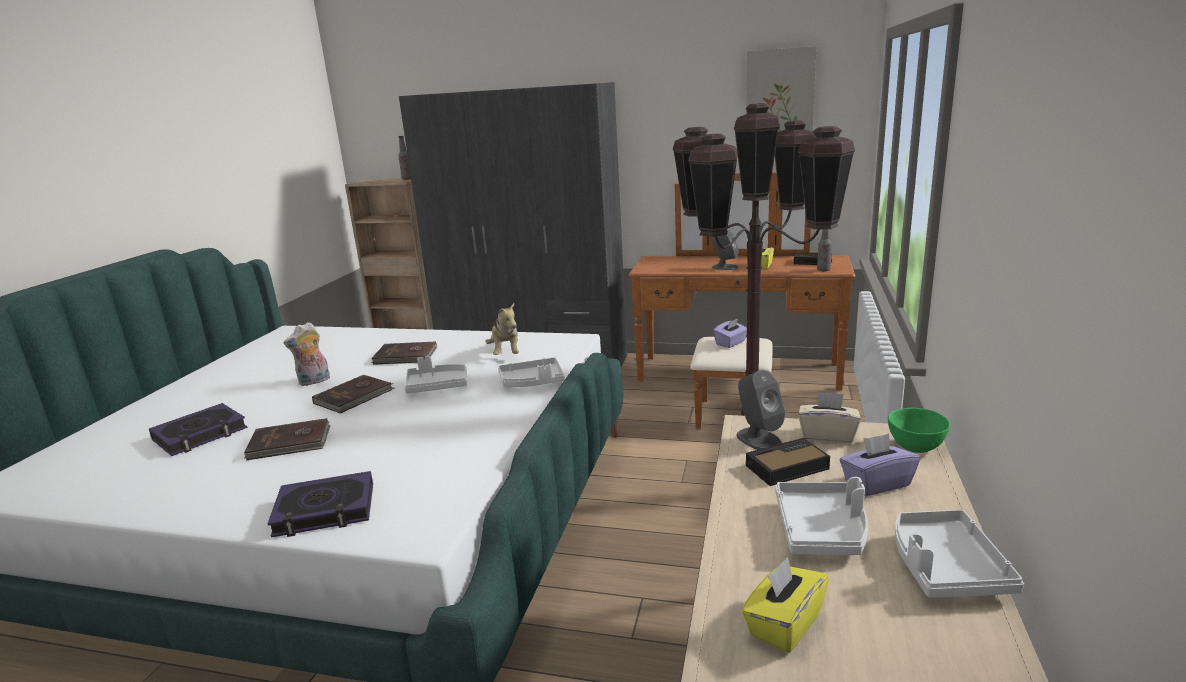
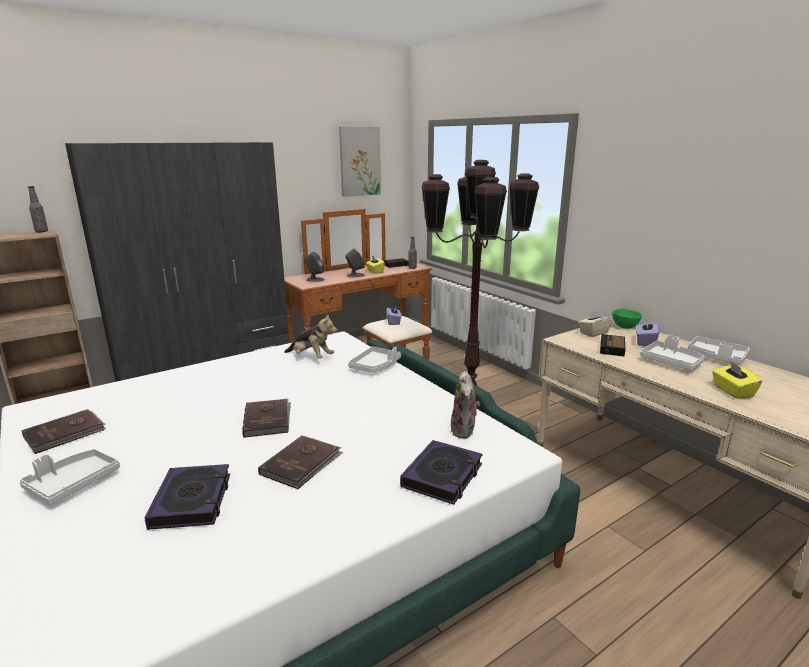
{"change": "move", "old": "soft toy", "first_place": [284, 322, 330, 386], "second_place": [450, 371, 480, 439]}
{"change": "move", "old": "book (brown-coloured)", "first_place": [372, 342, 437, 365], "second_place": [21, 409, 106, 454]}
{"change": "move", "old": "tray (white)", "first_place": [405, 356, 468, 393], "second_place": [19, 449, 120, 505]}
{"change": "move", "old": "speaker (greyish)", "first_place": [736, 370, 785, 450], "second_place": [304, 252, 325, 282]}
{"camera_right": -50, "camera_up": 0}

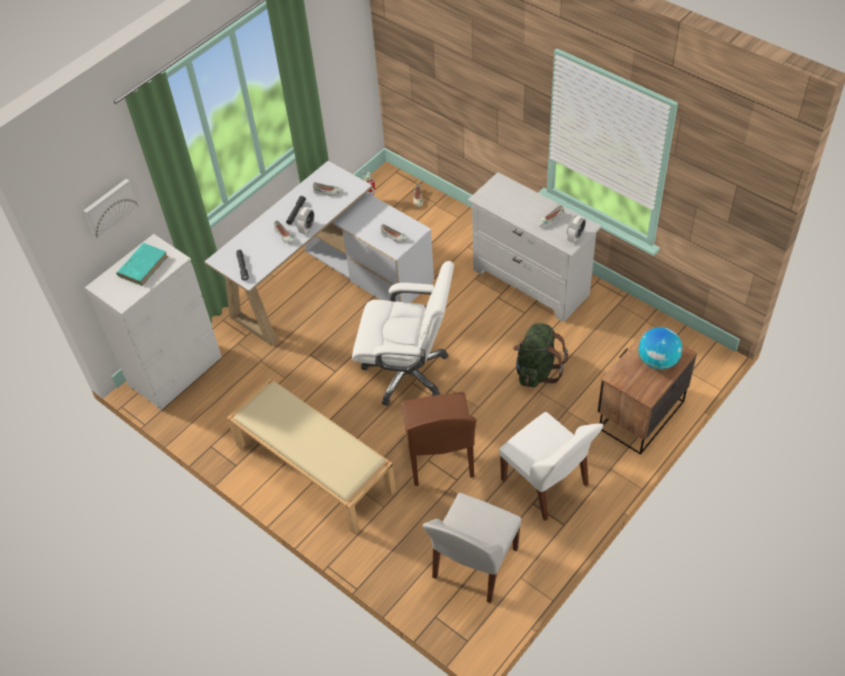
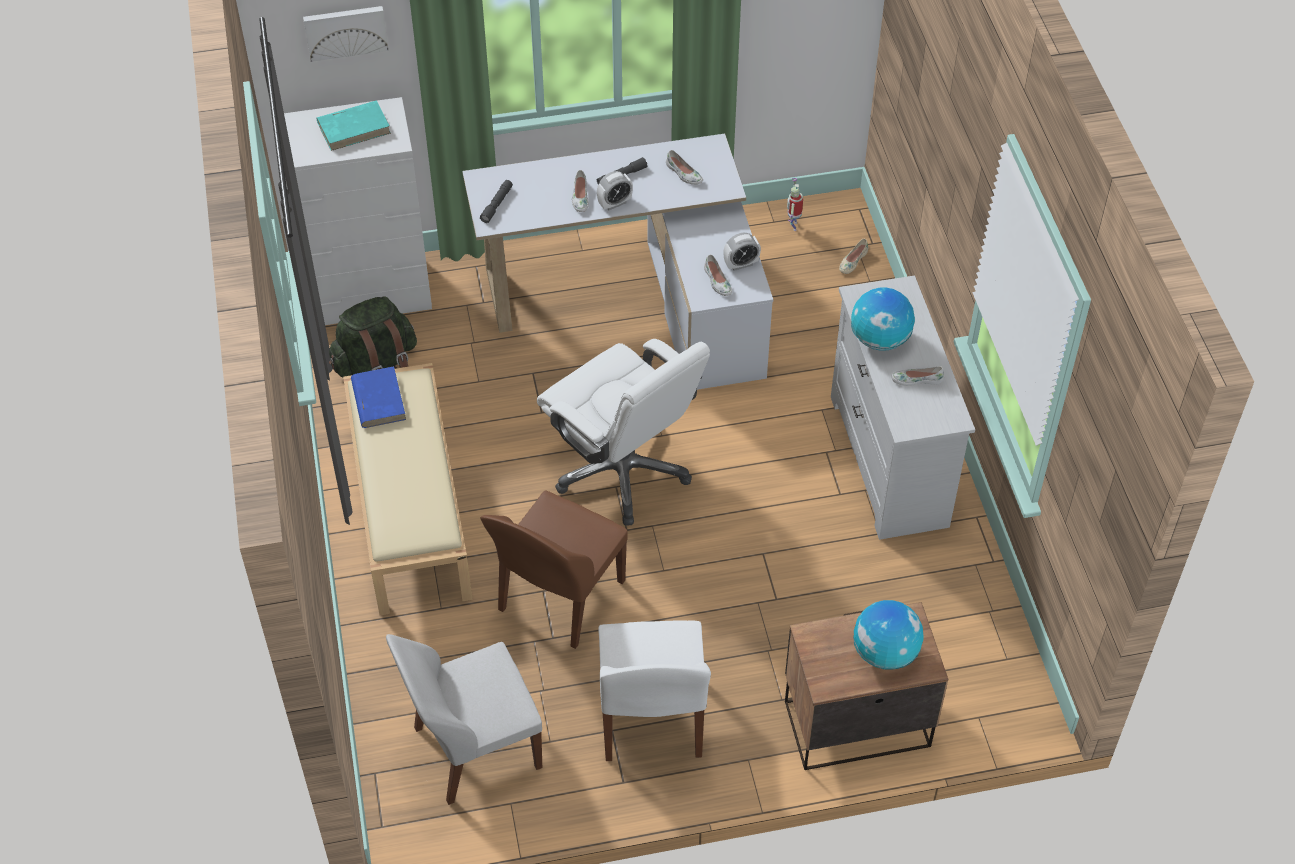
{"change": "insert", "new": "book (blue-coloured)", "second_place": [351, 366, 406, 428]}
{"change": "insert", "new": "desk globe", "second_place": [851, 287, 915, 351]}
{"change": "move", "old": "rucksack (green-coloured)", "first_place": [513, 323, 568, 388], "second_place": [329, 296, 417, 378]}
{"change": "move", "old": "alarm clock", "first_place": [567, 215, 586, 243], "second_place": [723, 233, 761, 271]}
{"camera_right": 35, "camera_up": 0}

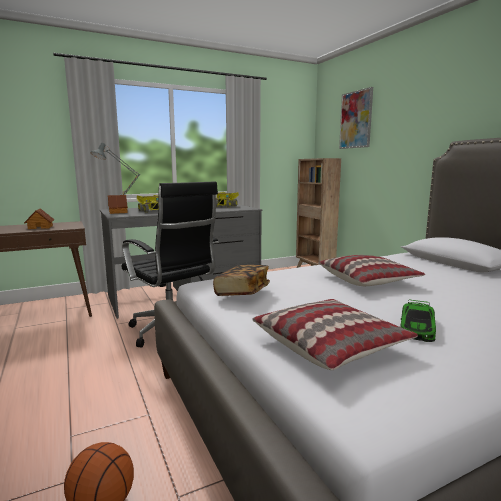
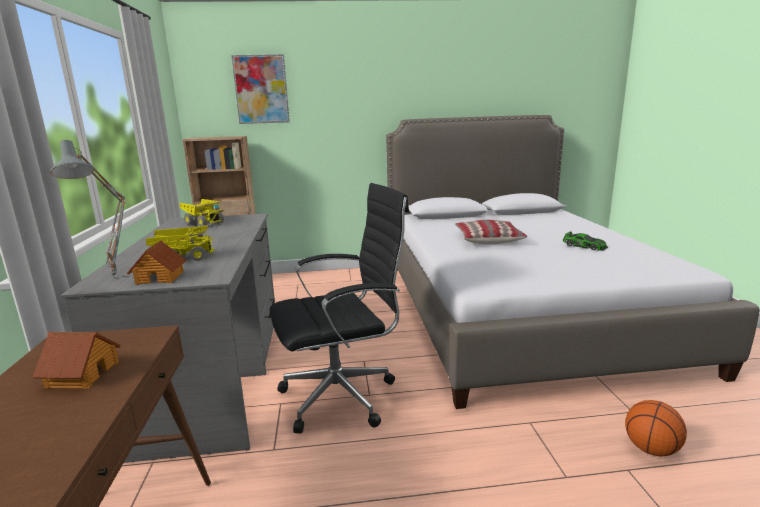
{"change": "delete", "old": "book", "first_place": [213, 265, 270, 296]}
{"change": "delete", "old": "pillow", "first_place": [252, 299, 418, 370]}
{"camera_right": -70, "camera_up": 5}

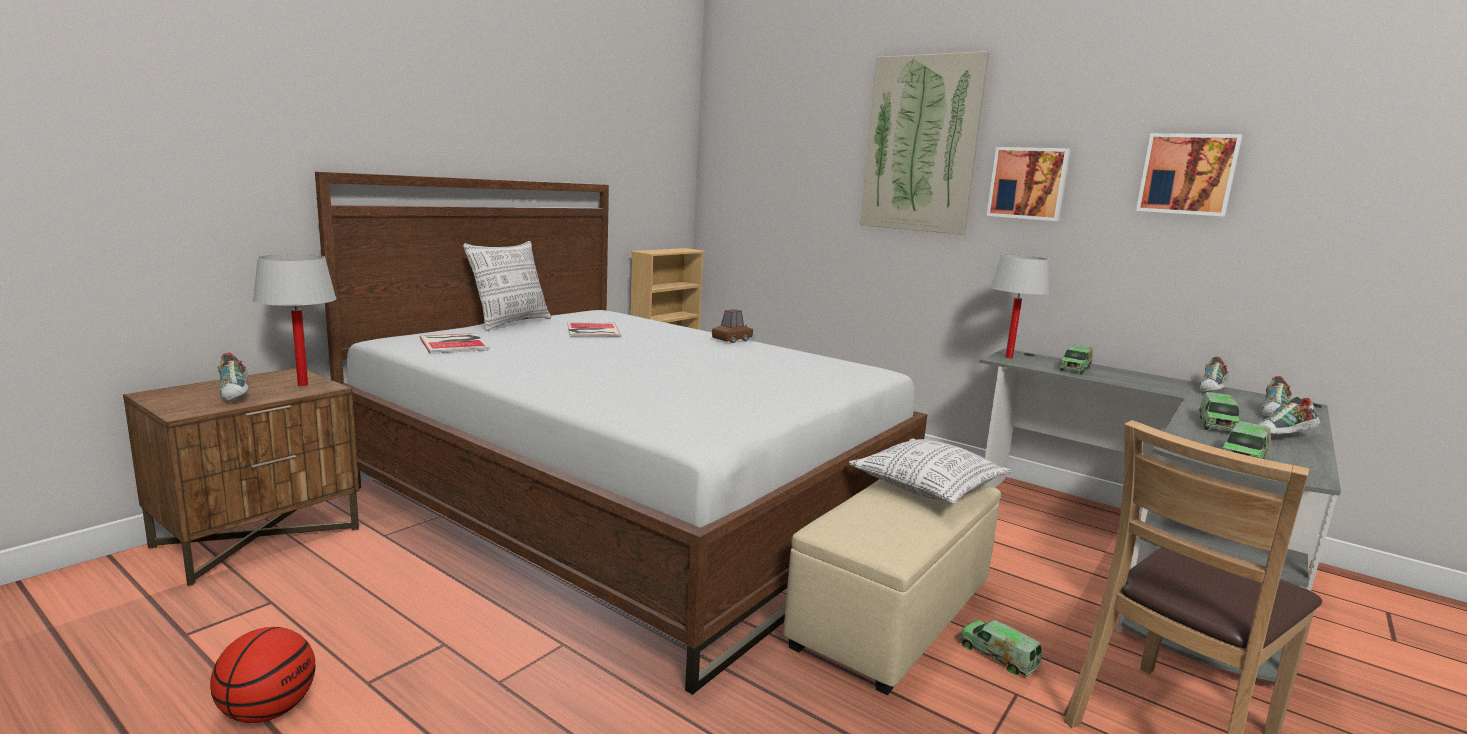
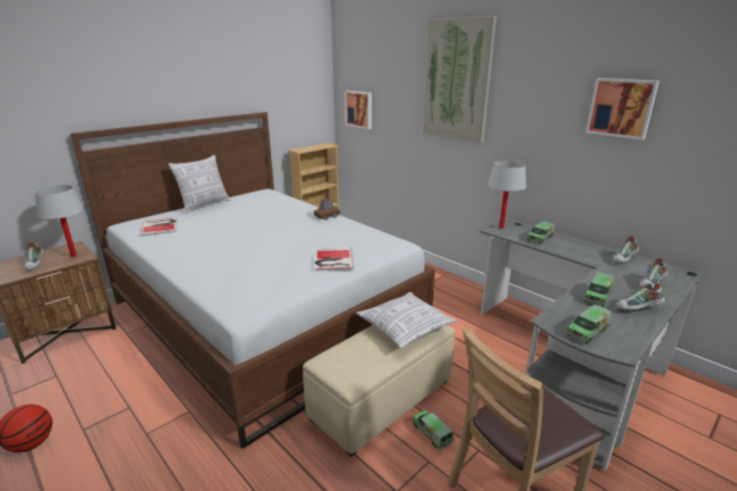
{"change": "move", "old": "book", "first_place": [568, 322, 621, 337], "second_place": [315, 248, 354, 271]}
{"change": "move", "old": "picture", "first_place": [986, 147, 1071, 221], "second_place": [345, 91, 372, 129]}
{"camera_right": 10, "camera_up": 10}

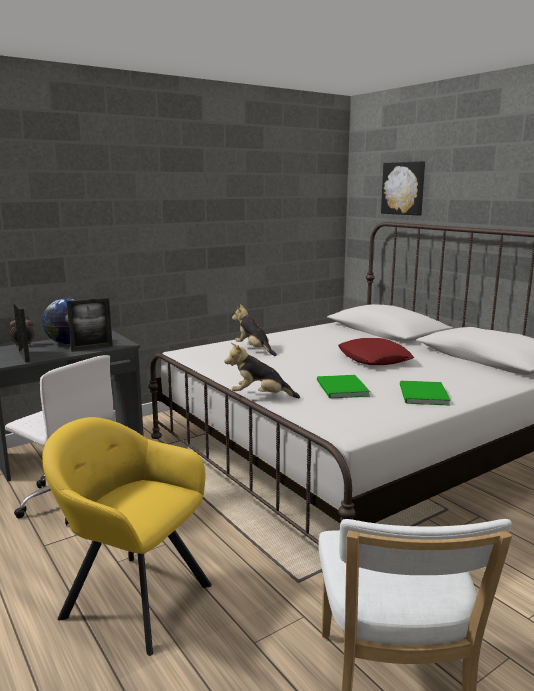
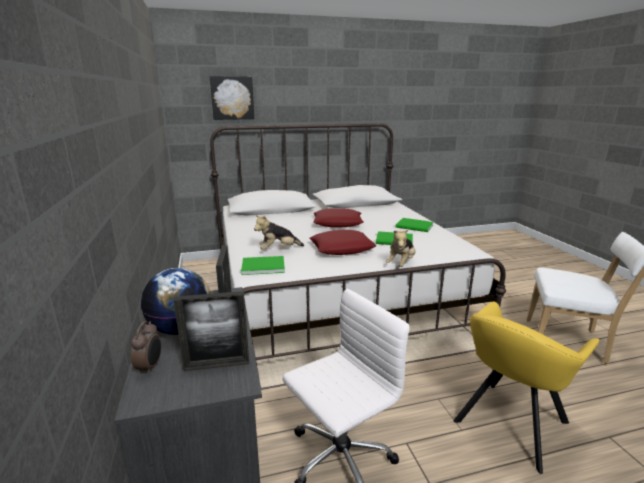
{"change": "insert", "new": "book (green-coloured)", "second_place": [241, 256, 285, 275]}
{"change": "insert", "new": "pillow (red)", "second_place": [309, 230, 376, 255]}
{"camera_right": -70, "camera_up": 5}

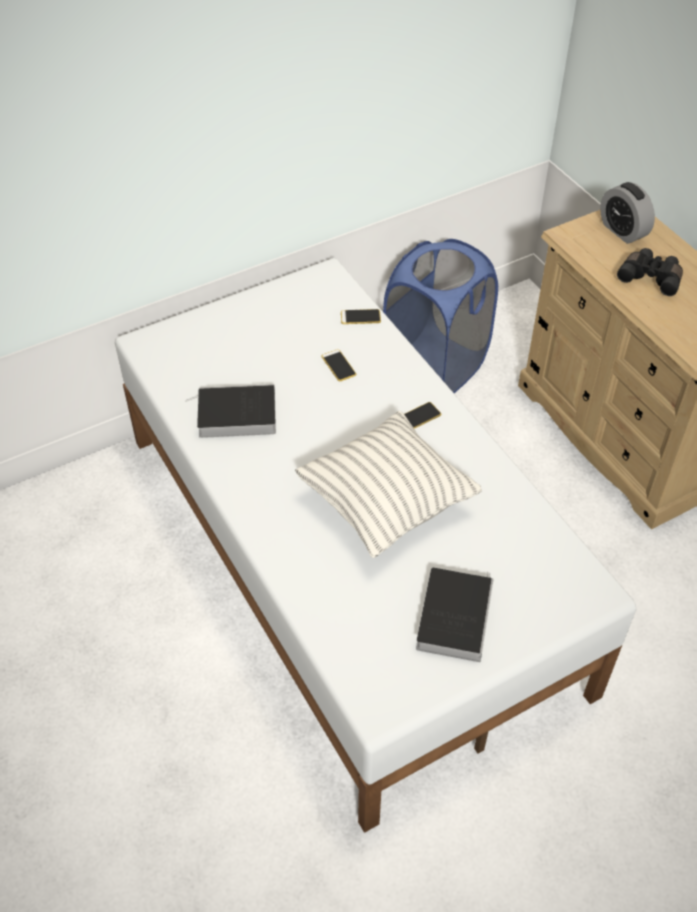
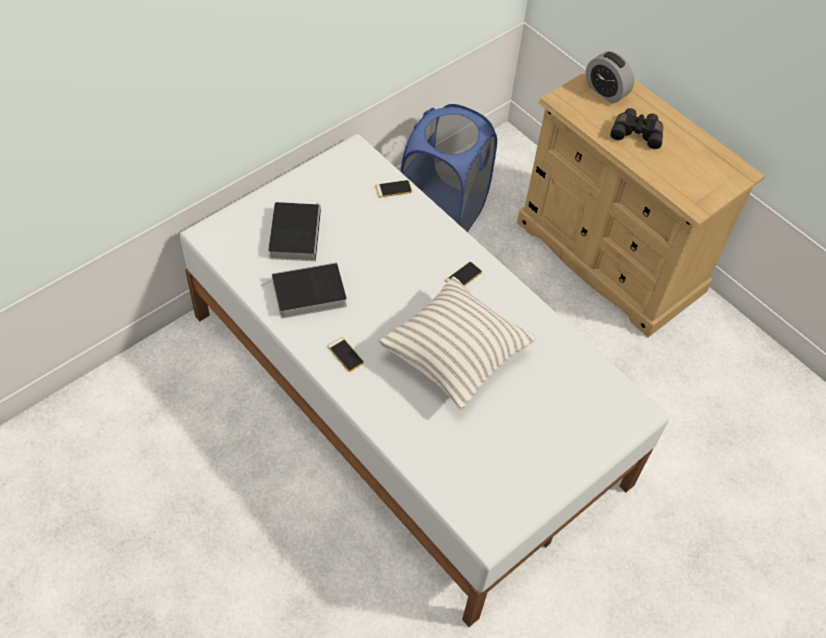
{"change": "move", "old": "phone", "first_place": [322, 349, 356, 381], "second_place": [328, 337, 364, 372]}
{"change": "move", "old": "book", "first_place": [416, 568, 494, 662], "second_place": [268, 202, 321, 261]}
{"camera_right": -15, "camera_up": 5}

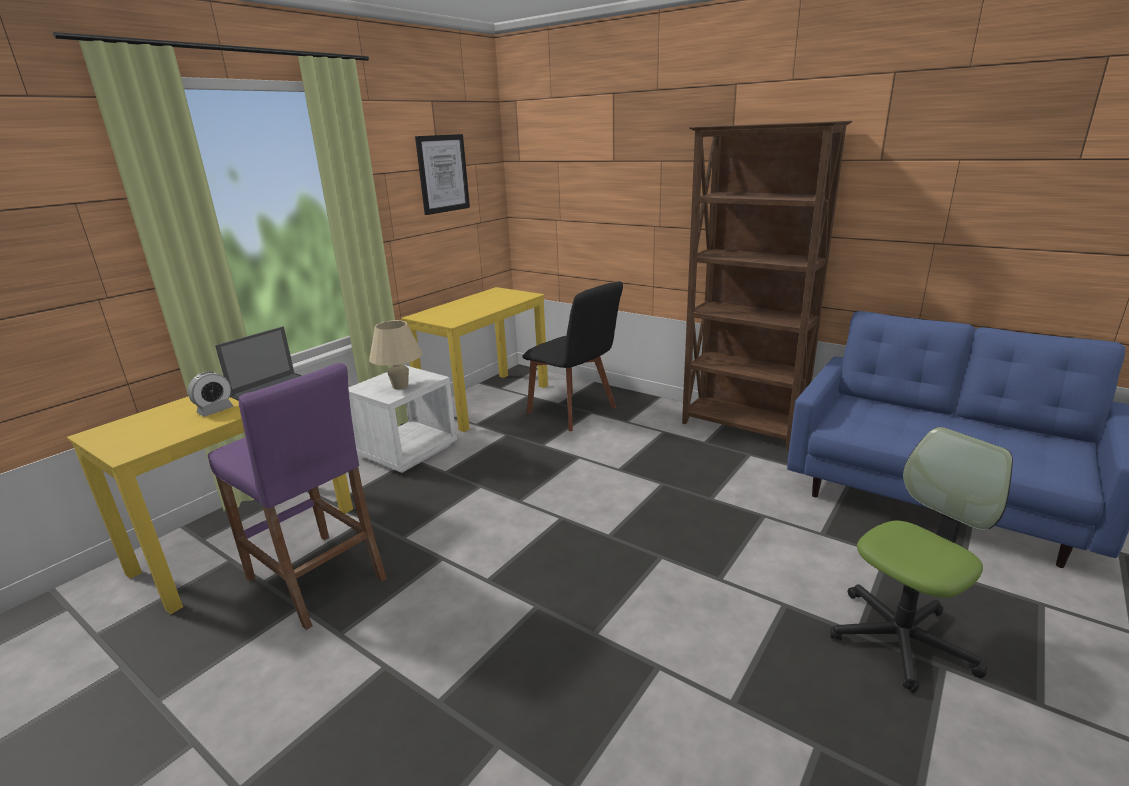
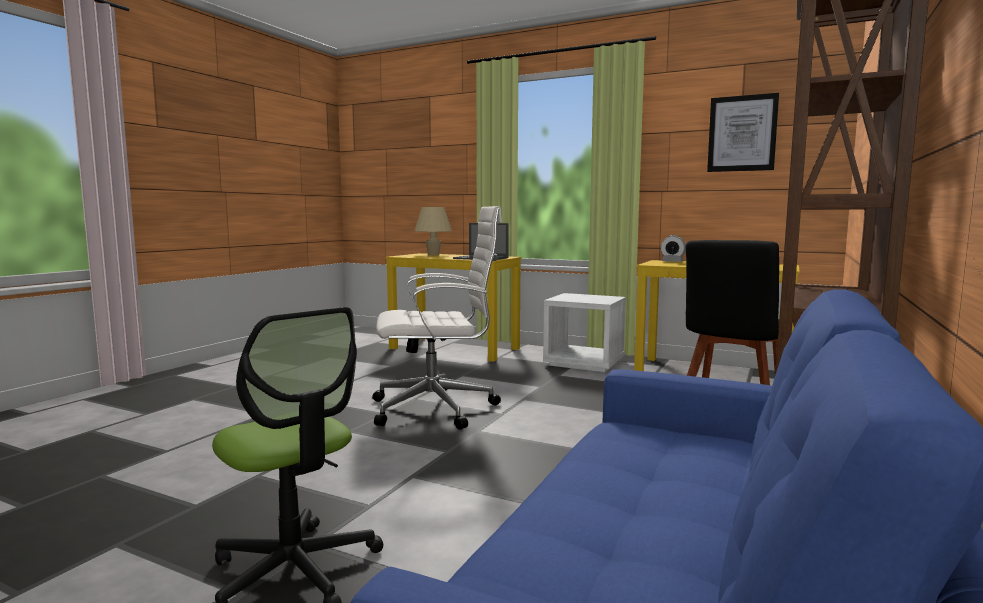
{"change": "delete", "old": "sitting stool (purplish)", "first_place": [208, 363, 387, 630]}
{"change": "insert", "new": "desk chair (white)", "second_place": [372, 206, 502, 430]}
{"change": "move", "old": "alarm clock", "first_place": [188, 371, 234, 417], "second_place": [660, 235, 686, 262]}
{"change": "move", "old": "lamp for a table (beige)", "first_place": [369, 320, 422, 390], "second_place": [415, 207, 452, 255]}
{"camera_right": 80, "camera_up": -15}

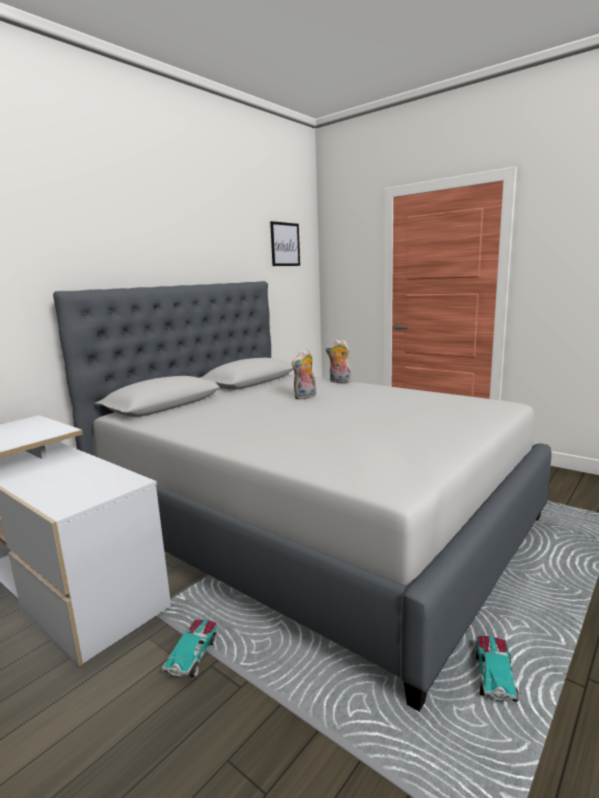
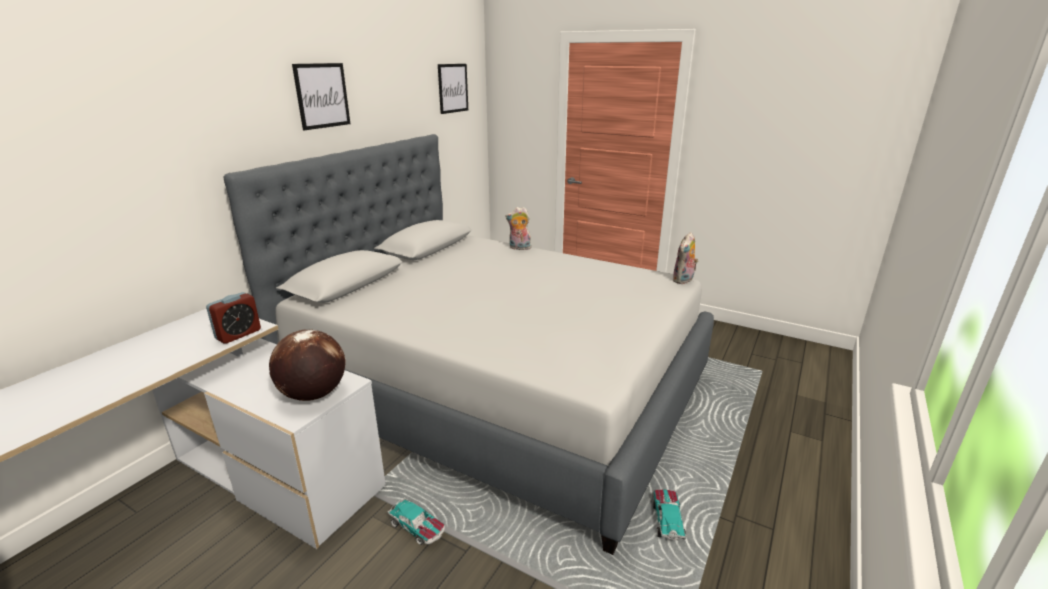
{"change": "insert", "new": "alarm clock", "second_place": [206, 292, 261, 344]}
{"change": "insert", "new": "desk globe", "second_place": [269, 329, 346, 401]}
{"change": "insert", "new": "picture", "second_place": [292, 63, 350, 130]}
{"change": "move", "old": "soft toy", "first_place": [292, 349, 316, 399], "second_place": [673, 232, 698, 284]}
{"change": "rotate", "old": "model car", "first_place": [162, 619, 218, 677], "second_place": [387, 497, 445, 545], "degrees": 120}
{"camera_right": -10, "camera_up": 10}

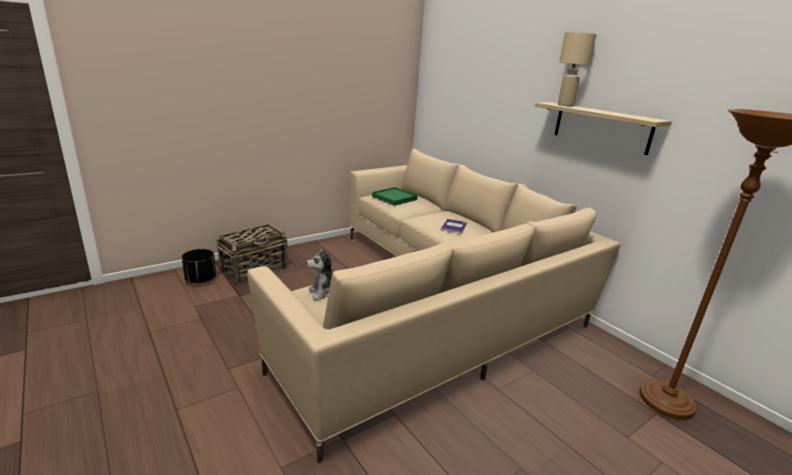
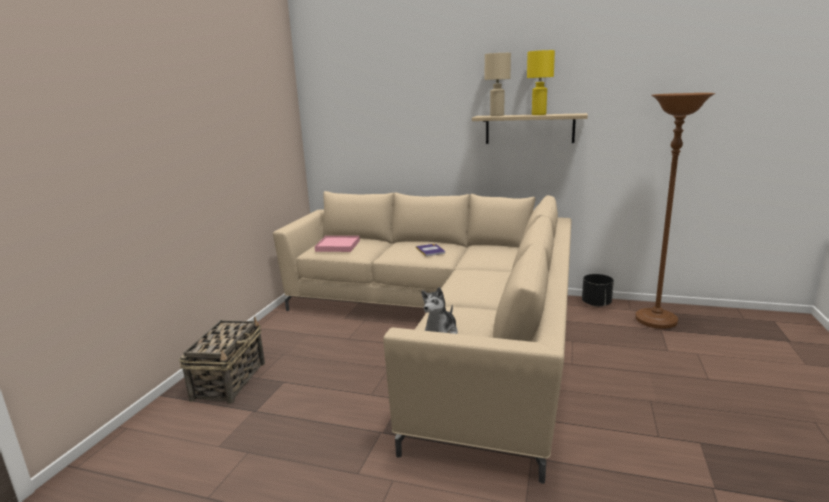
{"change": "insert", "new": "lamp for a table (yellow-coloured)", "second_place": [527, 50, 555, 115]}
{"change": "move", "old": "plant pot (black)", "first_place": [182, 249, 216, 283], "second_place": [582, 274, 614, 307]}
{"change": "recolor", "old": "tray (green-coloured)", "new": "tray (pink-coloured)", "first_place": [372, 187, 418, 206], "second_place": [315, 236, 360, 252]}
{"camera_right": -35, "camera_up": -5}

